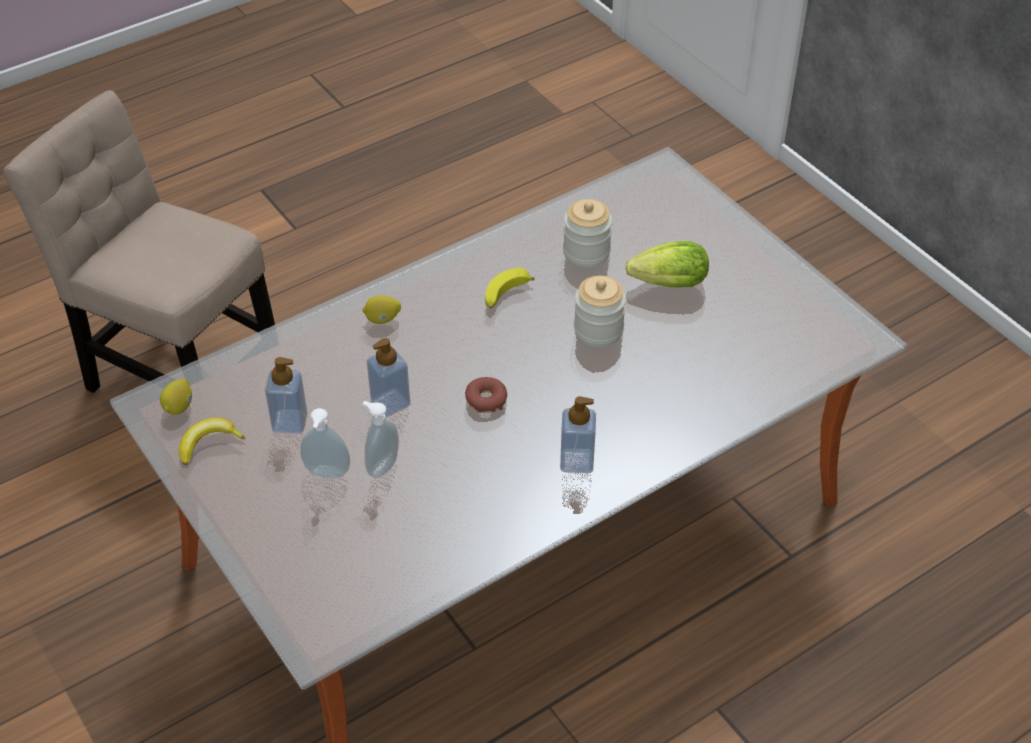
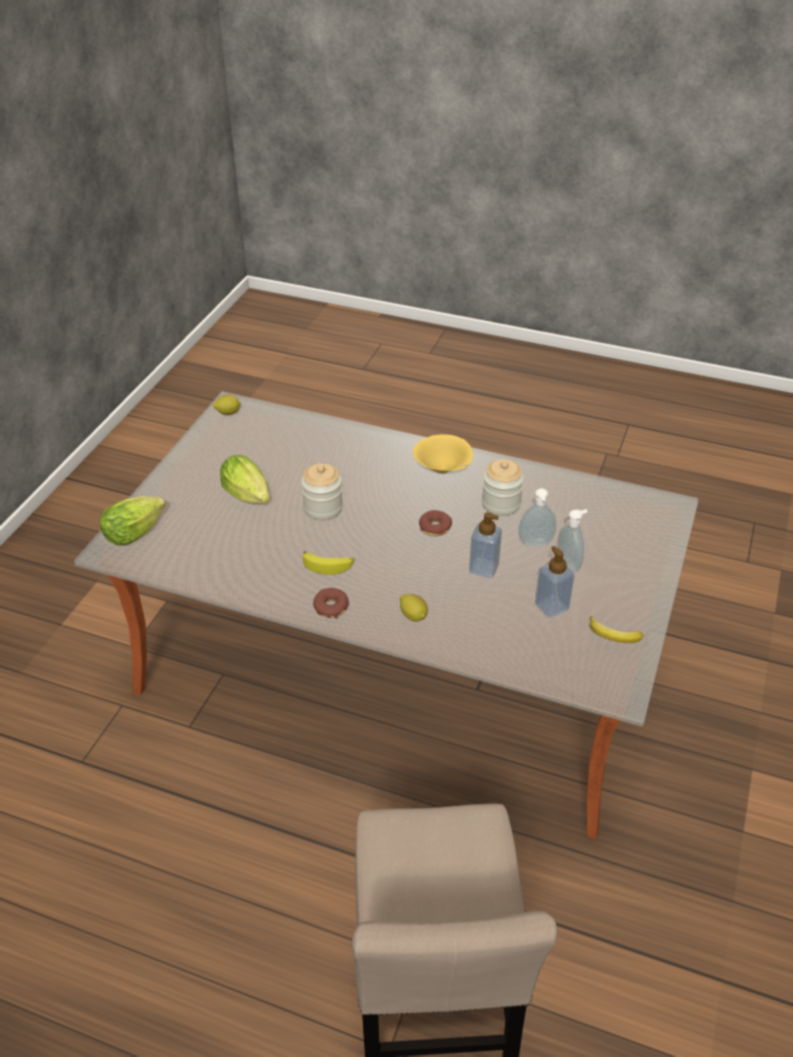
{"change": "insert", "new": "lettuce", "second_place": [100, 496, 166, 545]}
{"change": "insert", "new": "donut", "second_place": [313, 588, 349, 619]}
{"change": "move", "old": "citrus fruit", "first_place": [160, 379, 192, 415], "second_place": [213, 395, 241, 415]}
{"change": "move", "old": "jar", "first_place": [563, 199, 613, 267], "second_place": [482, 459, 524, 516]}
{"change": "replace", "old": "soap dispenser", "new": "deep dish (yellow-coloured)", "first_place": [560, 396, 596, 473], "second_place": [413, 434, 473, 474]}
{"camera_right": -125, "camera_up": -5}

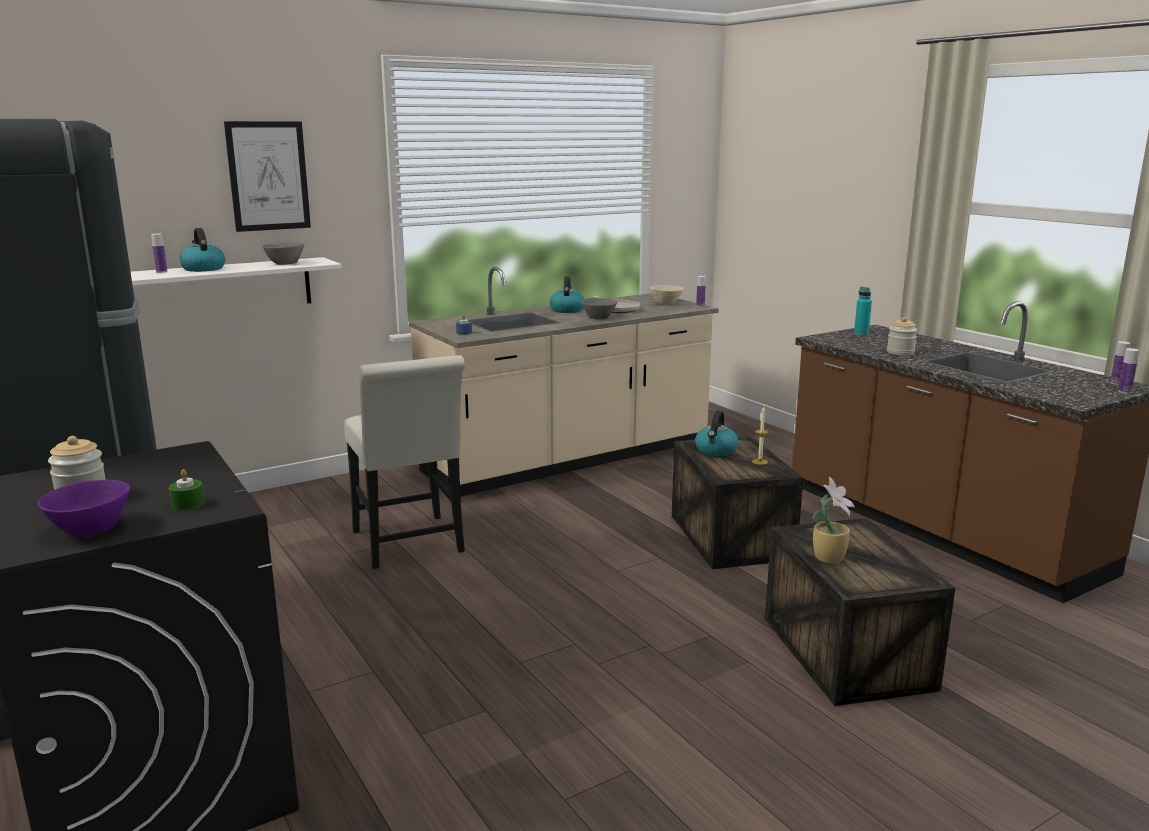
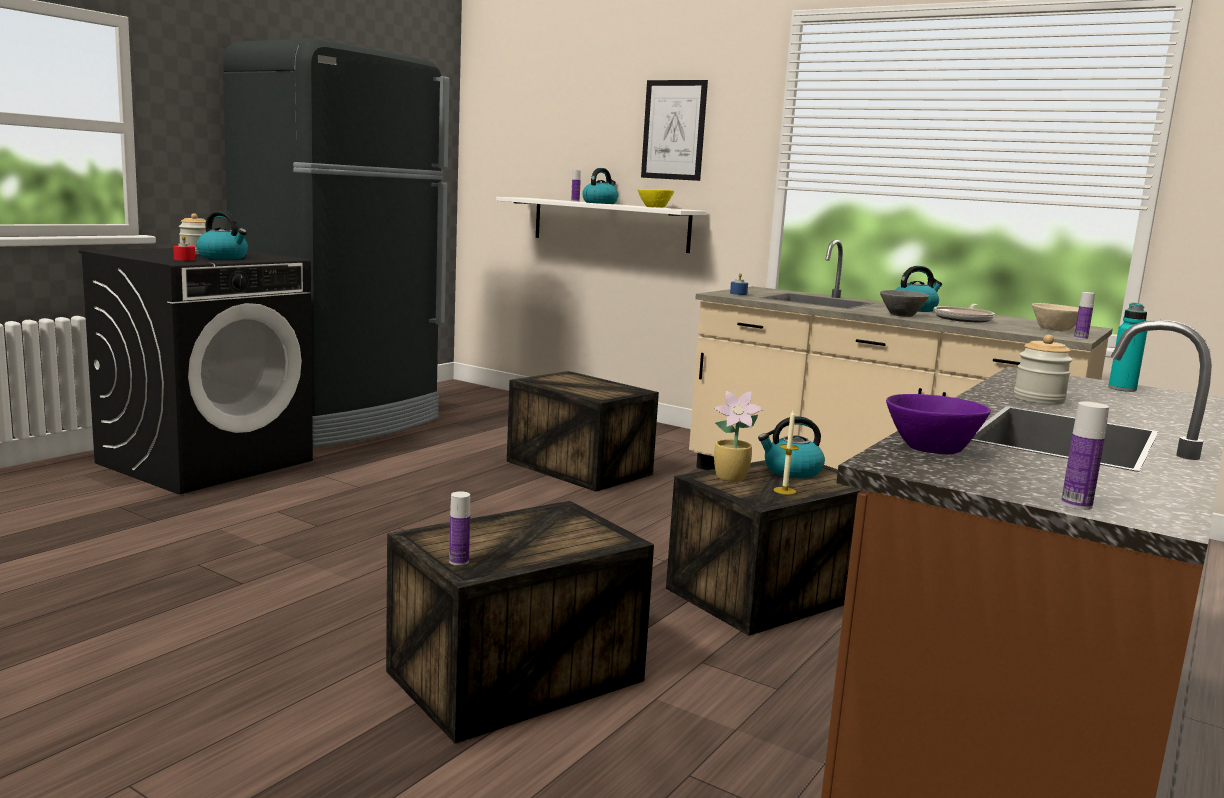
{"change": "insert", "new": "kettle", "second_place": [196, 211, 248, 259]}
{"change": "move", "old": "deep dish (purplish)", "first_place": [38, 480, 130, 537], "second_place": [886, 394, 991, 454]}
{"change": "move", "old": "plant in a pot", "first_place": [813, 477, 855, 564], "second_place": [714, 391, 763, 482]}
{"change": "move", "old": "beverage bottle", "first_place": [1110, 341, 1131, 385], "second_place": [449, 491, 470, 566]}
{"change": "replace", "old": "upright chair (white)", "new": "crate", "first_place": [344, 355, 466, 569], "second_place": [507, 371, 659, 492]}
{"change": "recolor", "old": "candle (green-coloured)", "new": "candle (red)", "first_place": [169, 469, 204, 510], "second_place": [173, 236, 195, 261]}
{"change": "recolor", "old": "deep dish (greyish)", "new": "deep dish (yellow-coloured)", "first_place": [262, 242, 305, 265], "second_place": [637, 189, 674, 207]}
{"camera_right": 65, "camera_up": -5}

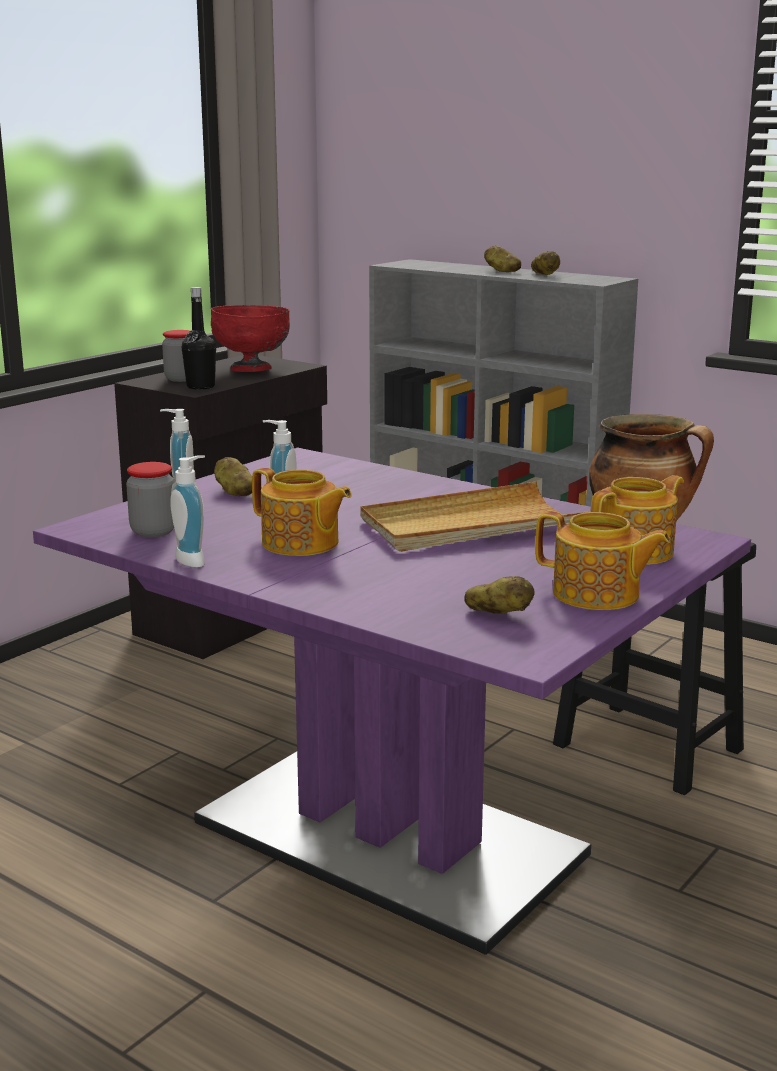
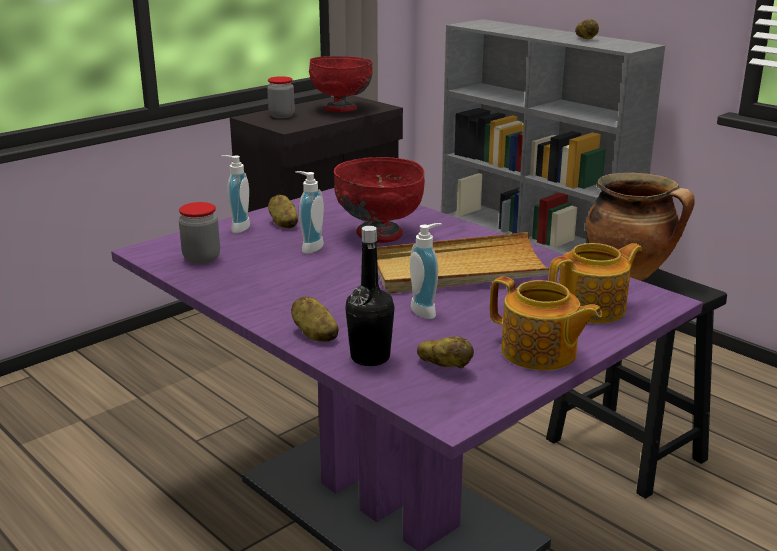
{"change": "delete", "old": "tea pot", "first_place": [252, 468, 352, 556]}
{"change": "insert", "new": "deep dish (red)", "second_place": [334, 157, 425, 243]}
{"change": "move", "old": "soap dispenser", "first_place": [170, 455, 205, 567], "second_place": [410, 223, 442, 319]}
{"change": "move", "old": "beverage bottle (black)", "first_place": [182, 287, 216, 390], "second_place": [345, 226, 395, 366]}
{"change": "move", "old": "potato", "first_place": [484, 246, 521, 272], "second_place": [291, 296, 339, 342]}
{"camera_right": 10, "camera_up": 5}

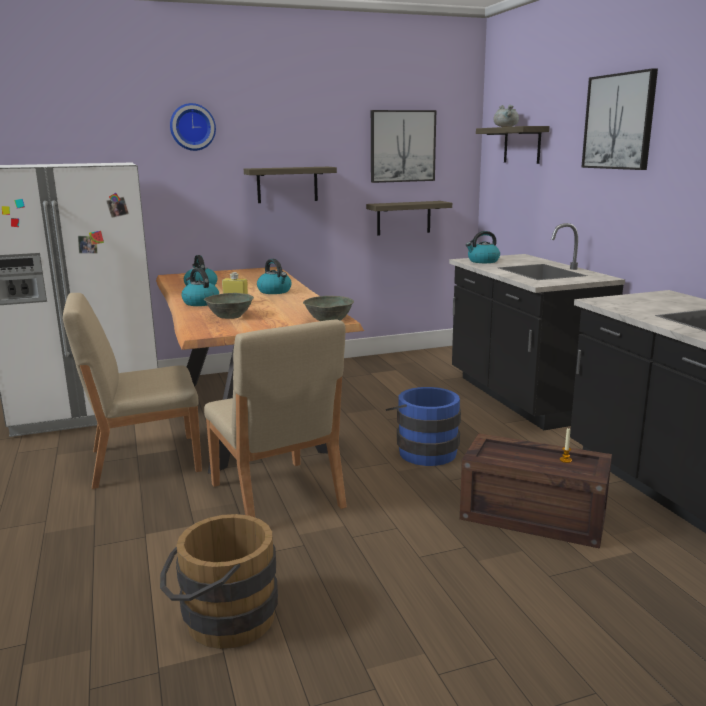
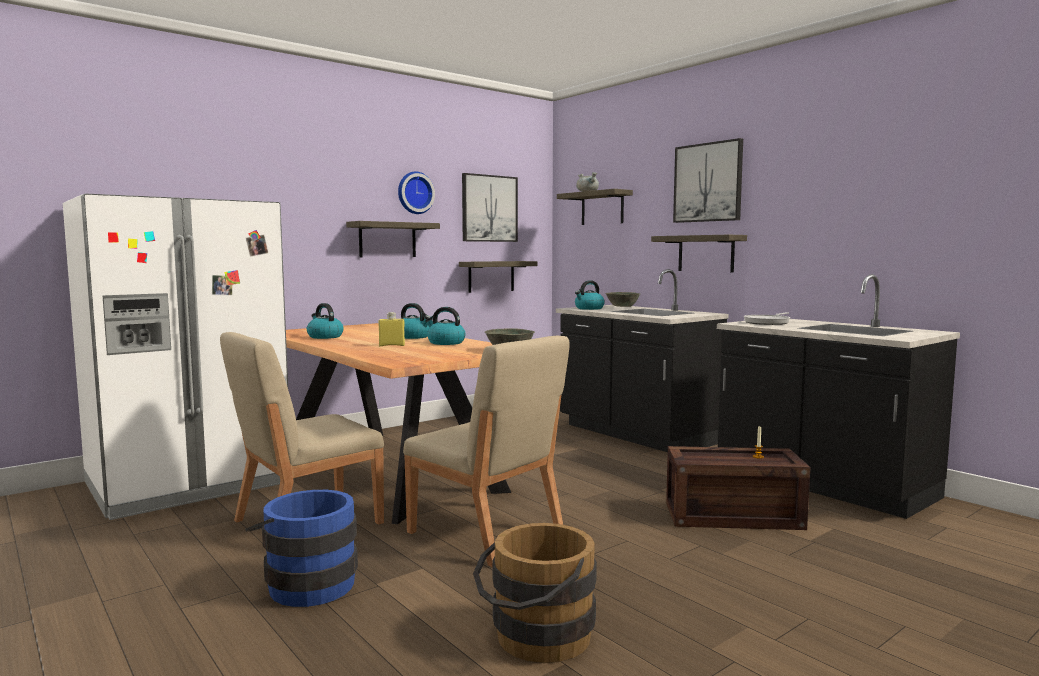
{"change": "insert", "new": "bracket shelf", "second_place": [651, 235, 747, 272]}
{"change": "insert", "new": "skillet", "second_place": [744, 312, 790, 325]}
{"change": "move", "old": "wall clock", "first_place": [170, 103, 216, 151], "second_place": [398, 172, 435, 214]}
{"change": "move", "old": "kettle", "first_place": [181, 268, 219, 306], "second_place": [425, 307, 466, 345]}
{"change": "move", "old": "deep dish (greyish)", "first_place": [204, 293, 254, 319], "second_place": [605, 292, 640, 307]}
{"change": "move", "old": "pail (blue-coloured)", "first_place": [386, 387, 461, 466], "second_place": [245, 490, 358, 607]}
{"camera_right": -20, "camera_up": -10}

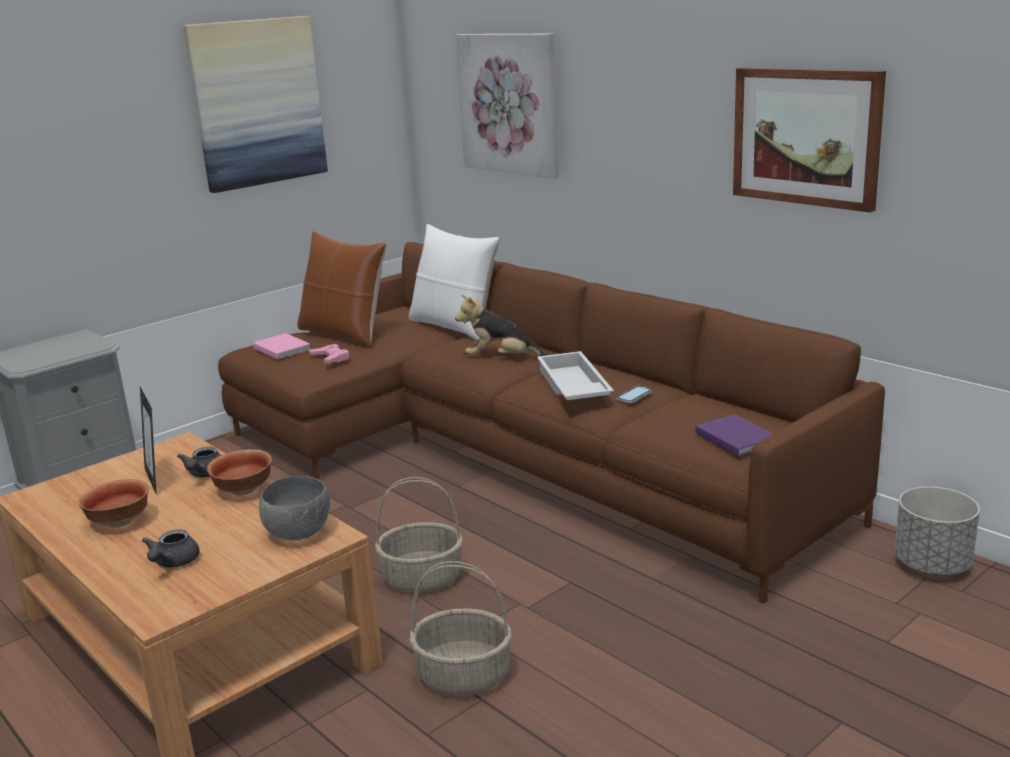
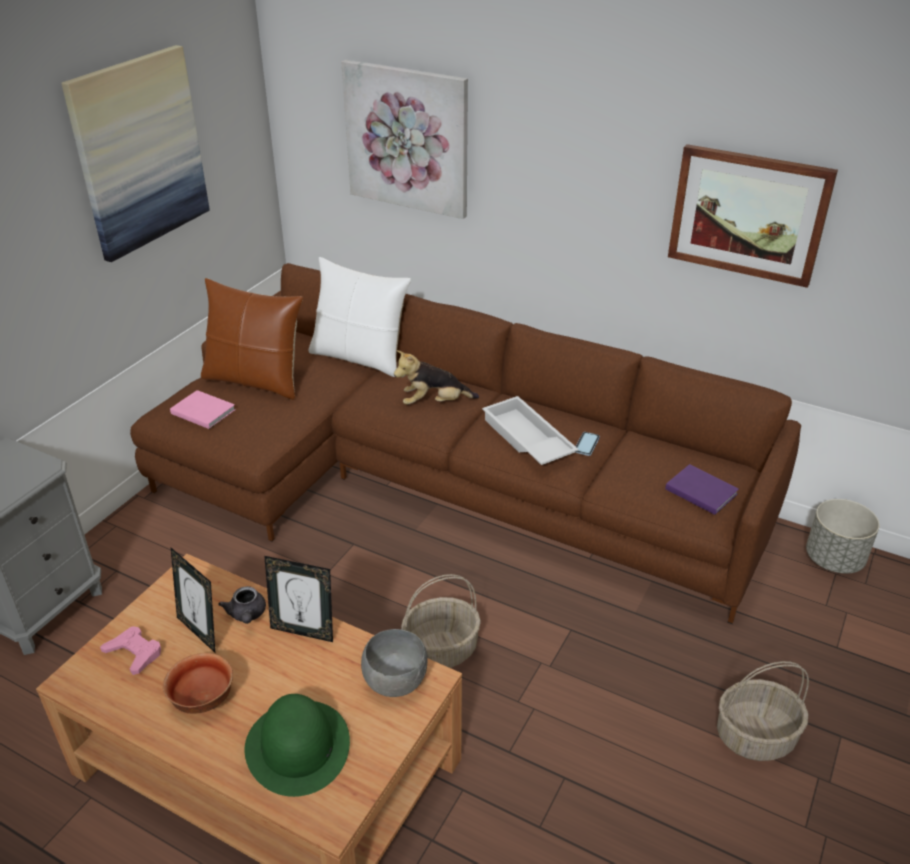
{"change": "move", "old": "joypad (pink-coloured)", "first_place": [309, 344, 349, 363], "second_place": [100, 626, 161, 675]}
{"change": "move", "old": "basket", "first_place": [409, 561, 512, 695], "second_place": [717, 661, 809, 761]}
{"change": "replace", "old": "tea pot (greyish)", "new": "wearable hat (green-coloured)", "first_place": [142, 529, 199, 568], "second_place": [245, 694, 350, 797]}
{"change": "replace", "old": "deep dish", "new": "picture frame", "first_place": [207, 449, 272, 495], "second_place": [264, 556, 333, 642]}
{"camera_right": -20, "camera_up": 15}

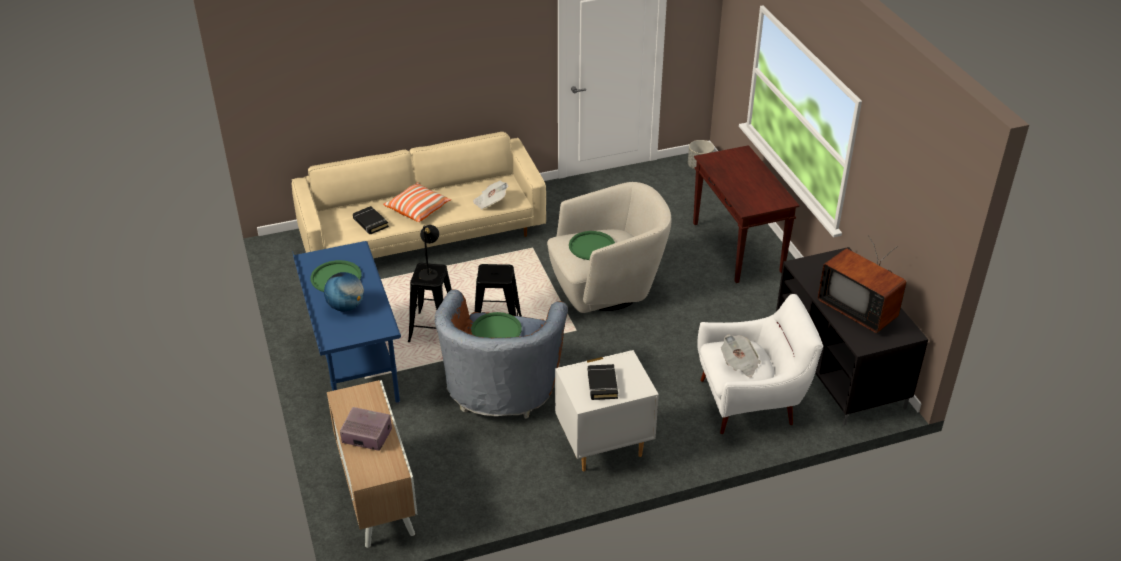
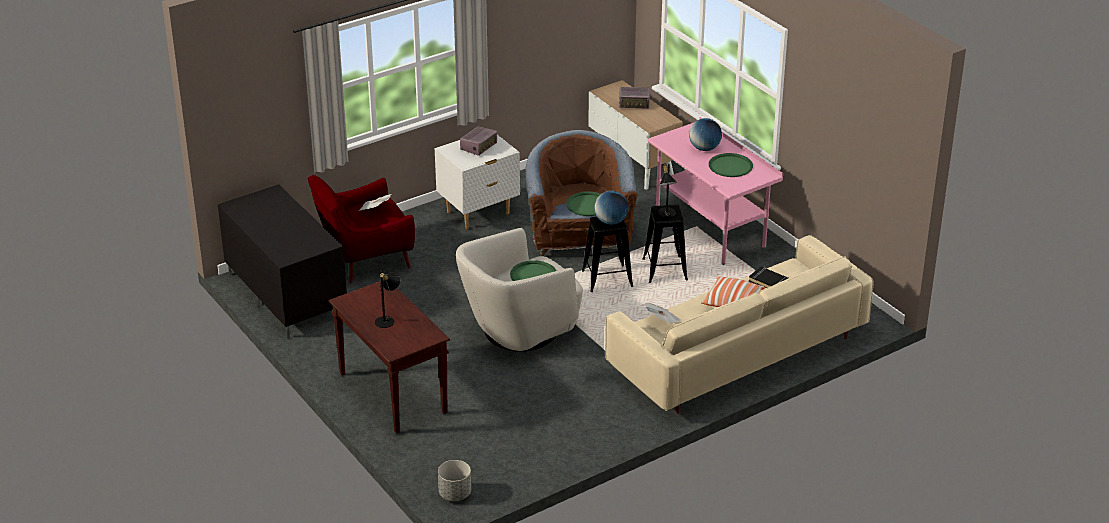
{"change": "delete", "old": "television", "first_place": [818, 235, 906, 333]}
{"change": "insert", "new": "lamp for a table (black)", "second_place": [375, 270, 400, 328]}
{"change": "insert", "new": "desk globe", "second_place": [594, 191, 629, 225]}
{"change": "replace", "old": "book (black)", "new": "radio set", "first_place": [588, 364, 618, 400], "second_place": [460, 126, 497, 156]}
{"change": "recolor", "old": "desk (blue-coloured)", "new": "desk (pink-coloured)", "first_place": [292, 241, 401, 405], "second_place": [647, 117, 783, 265]}
{"change": "recolor", "old": "easy chair (white)", "new": "easy chair (red)", "first_place": [697, 294, 823, 434], "second_place": [308, 175, 415, 283]}
{"camera_right": 165, "camera_up": -5}

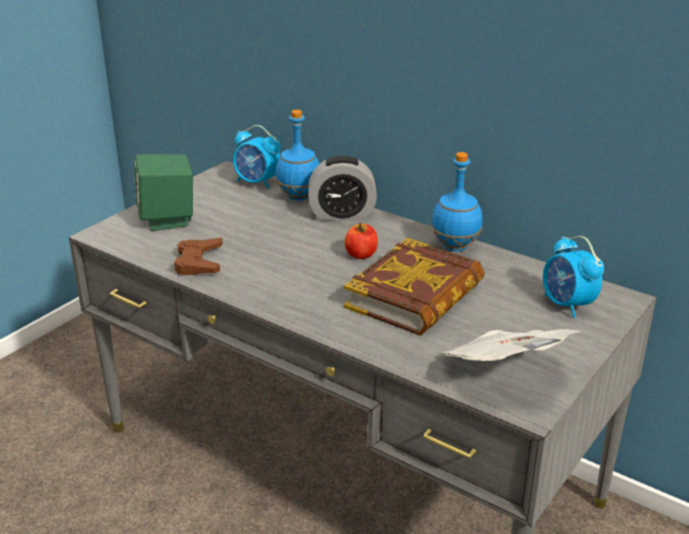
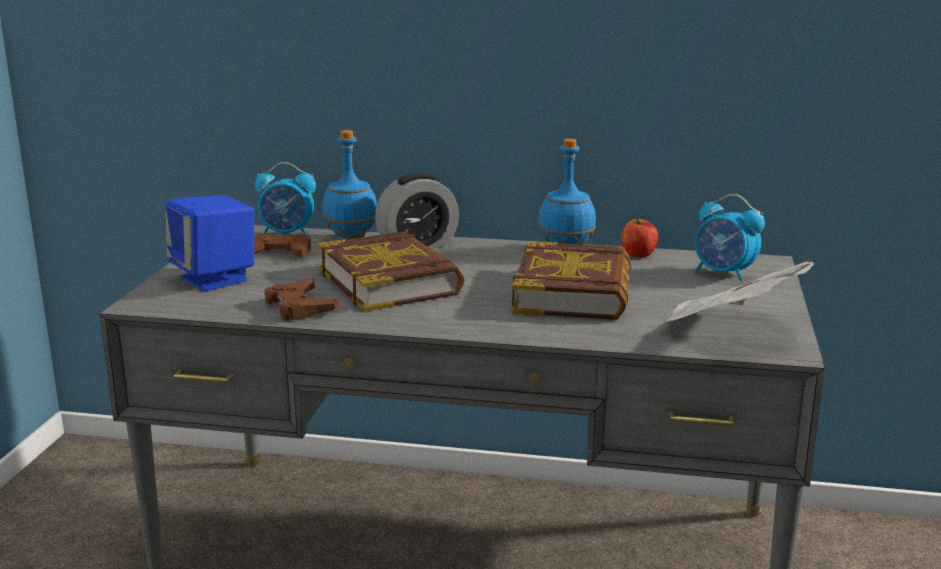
{"change": "insert", "new": "joypad (brown-coloured)", "second_place": [254, 233, 311, 257]}
{"change": "insert", "new": "book", "second_place": [318, 231, 465, 312]}
{"change": "move", "old": "apple", "first_place": [344, 223, 378, 259], "second_place": [621, 217, 658, 257]}
{"change": "recolor", "old": "speaker (green-coloured)", "new": "speaker (blue-coloured)", "first_place": [134, 154, 193, 231], "second_place": [165, 195, 254, 292]}
{"camera_right": -25, "camera_up": -10}

